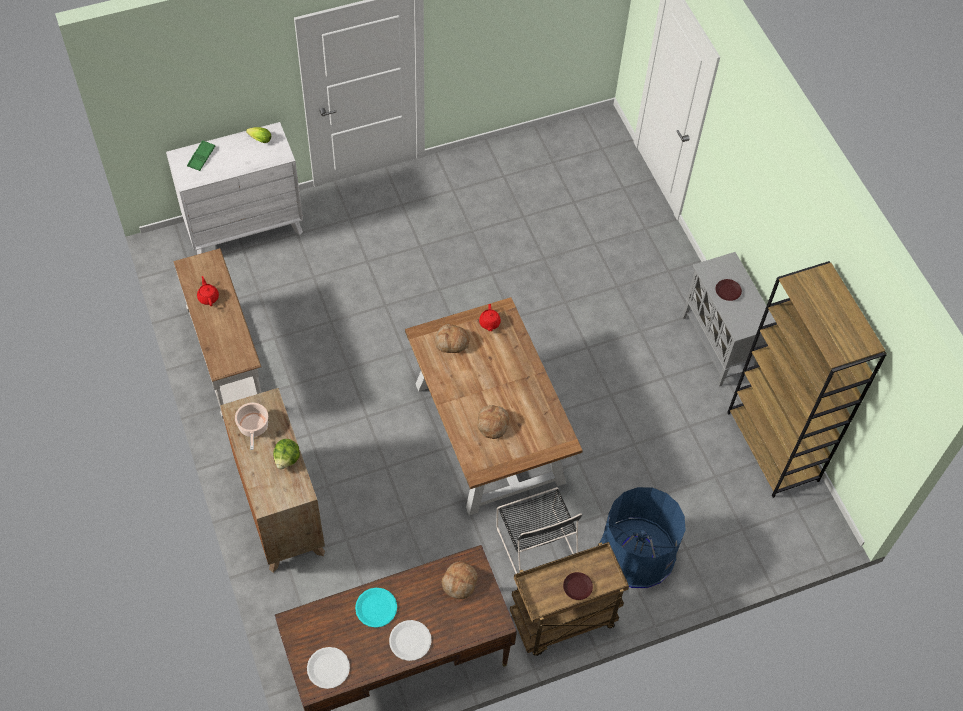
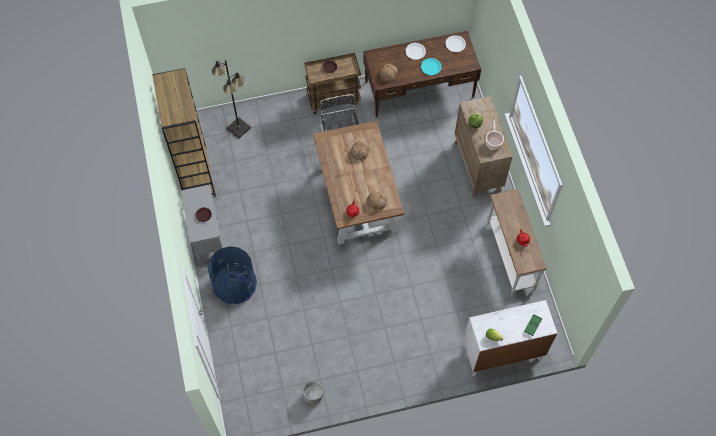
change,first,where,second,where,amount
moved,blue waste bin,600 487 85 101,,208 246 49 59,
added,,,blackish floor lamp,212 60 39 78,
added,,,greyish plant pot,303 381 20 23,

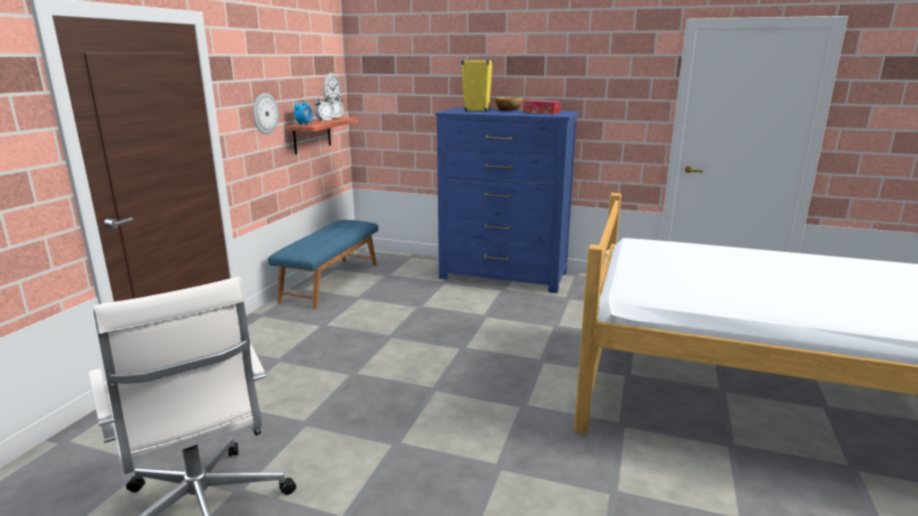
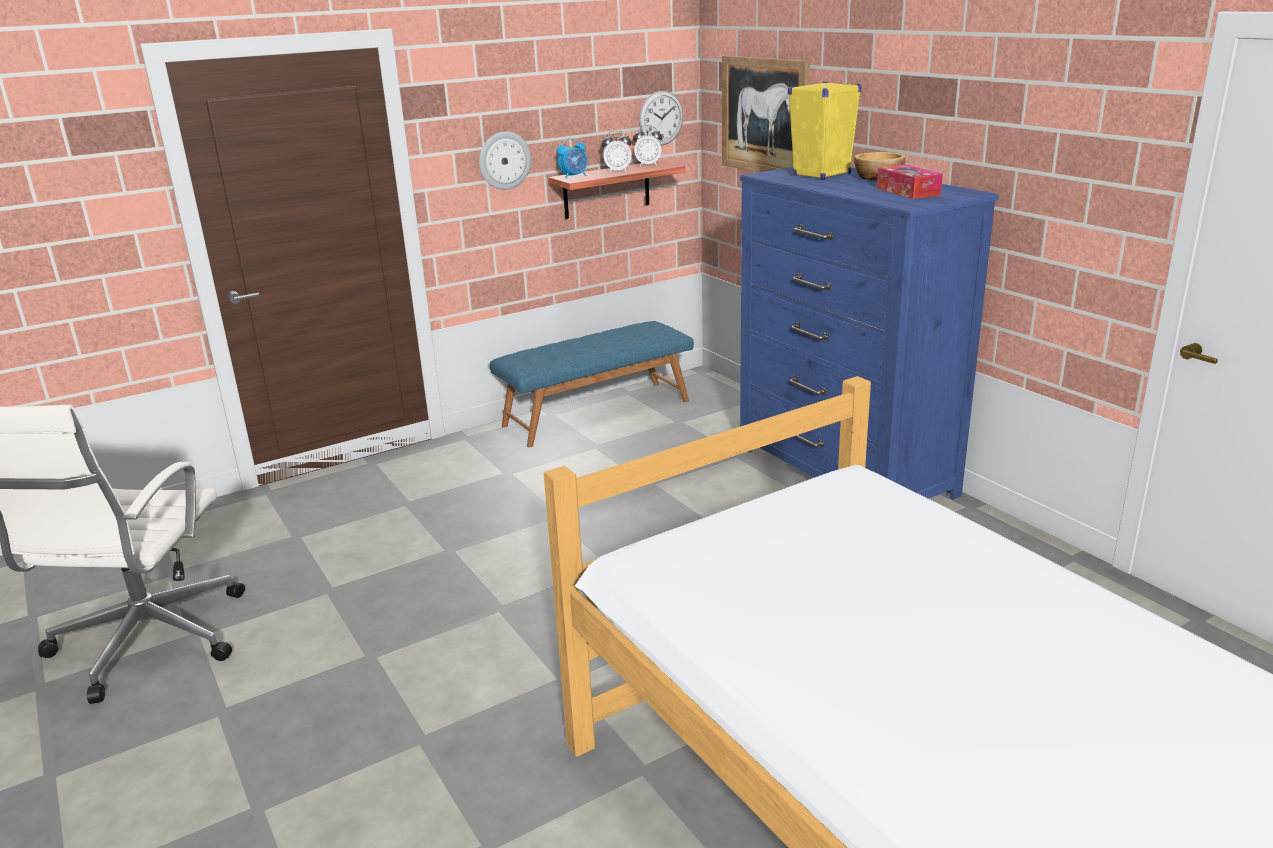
change,first,where,second,where,amount
added,,,picture,722 56 88 117,

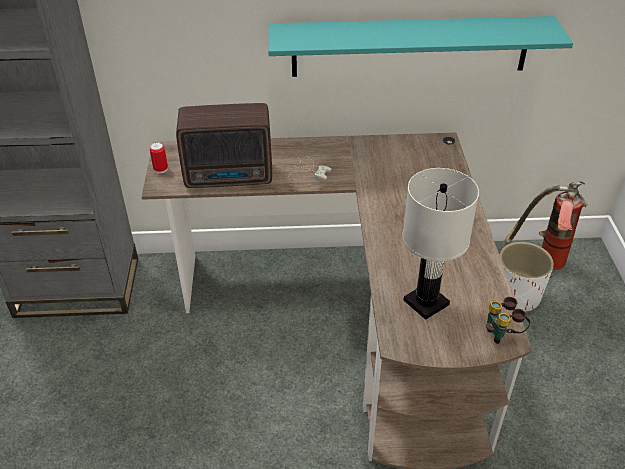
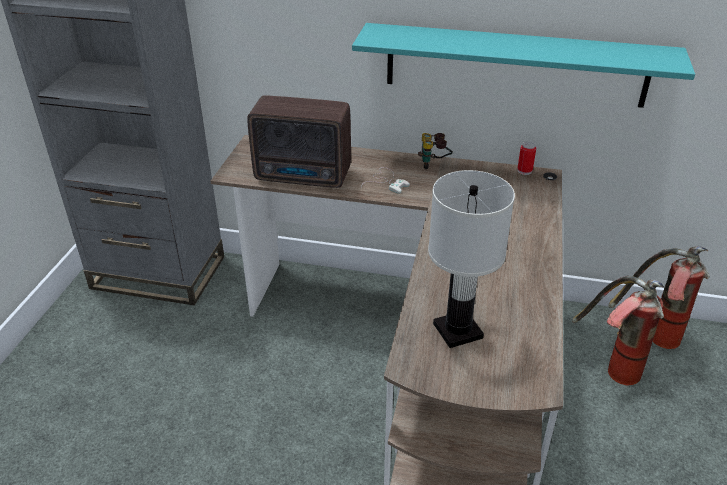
change,first,where,second,where,amount
moved,metal can,150 142 18 31,,517 142 19 33,
moved,field glasses,486 297 44 47,,418 133 35 36,
replaced,whitish plant pot,499 242 55 71,extinguisher,572 276 92 109,

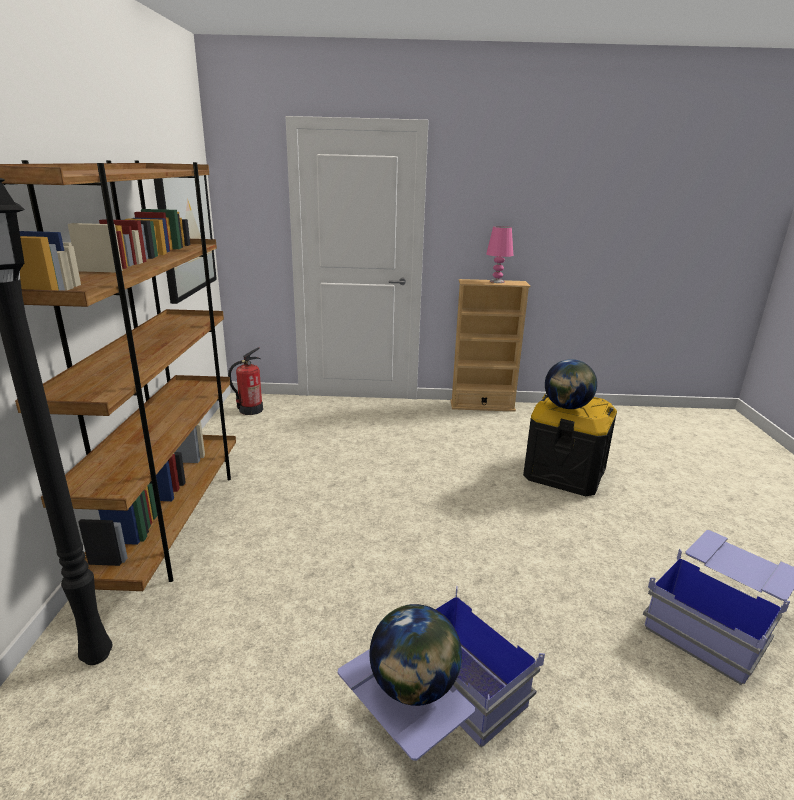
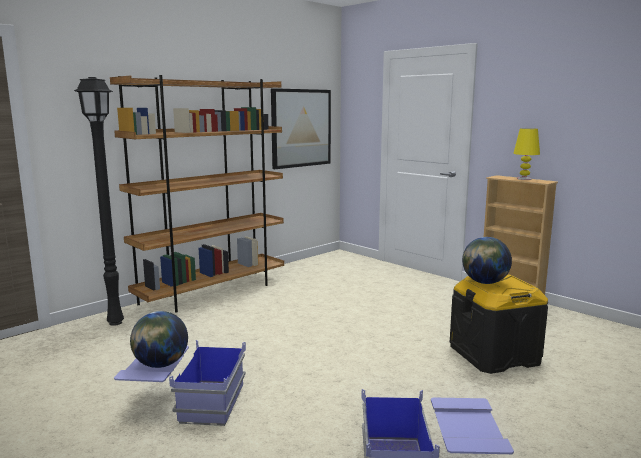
change,first,where,second,where,amount
removed,extinguisher,228 347 35 68,,,
recoloured,pink-coloured table lamp,486 226 27 57,yellow table lamp,513 128 27 52,

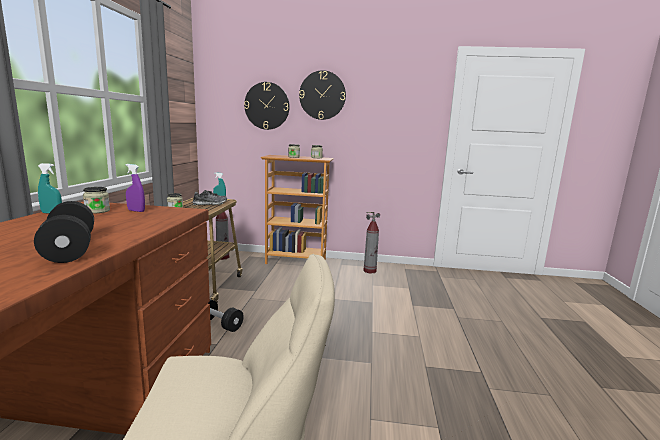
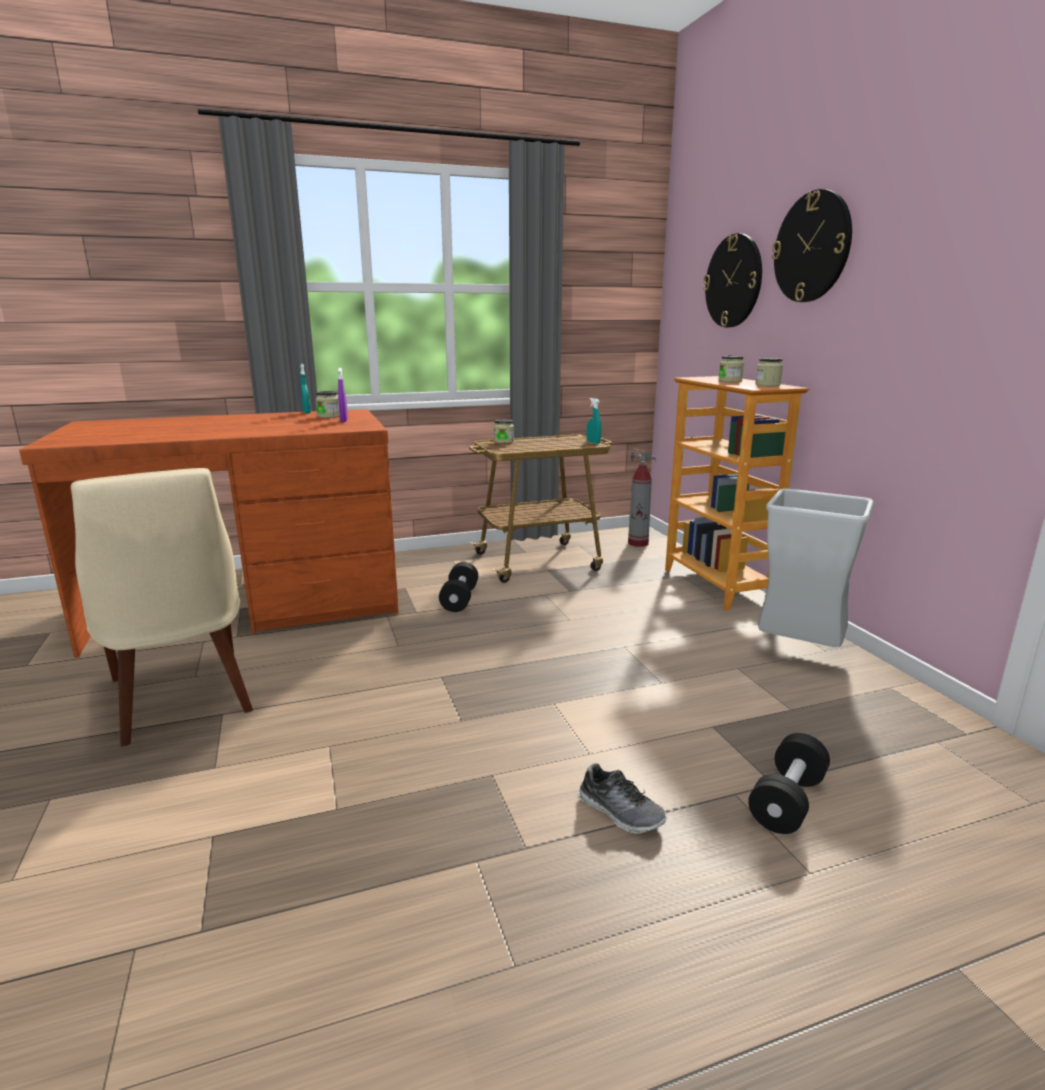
change,first,where,second,where,amount
moved,blackish free weight,34 201 60 62,,748 733 82 101,
moved,low shoe,193 190 34 15,,578 763 89 71,
replaced,extinguisher,363 212 17 61,greyish waste bin,758 489 116 158,

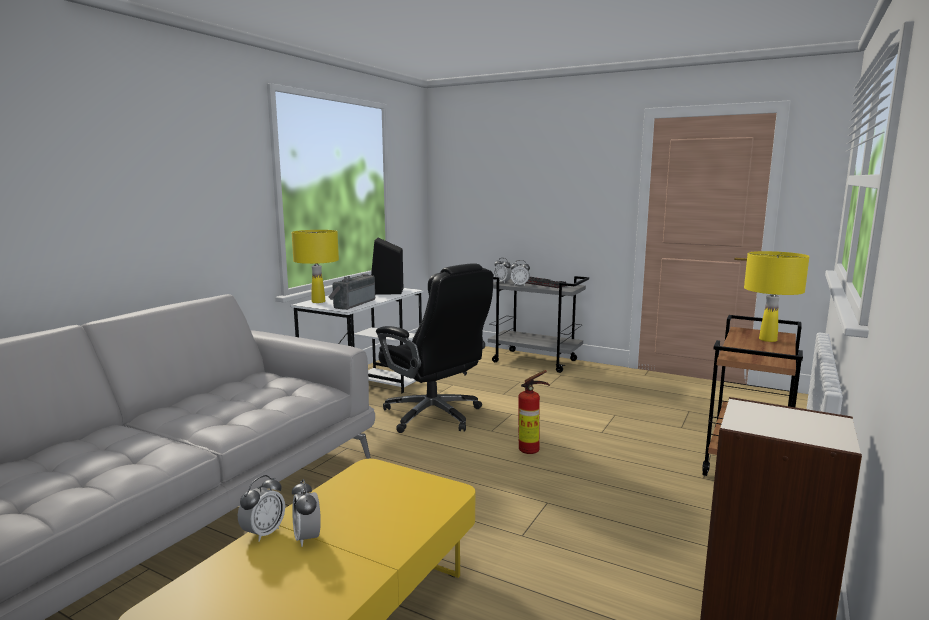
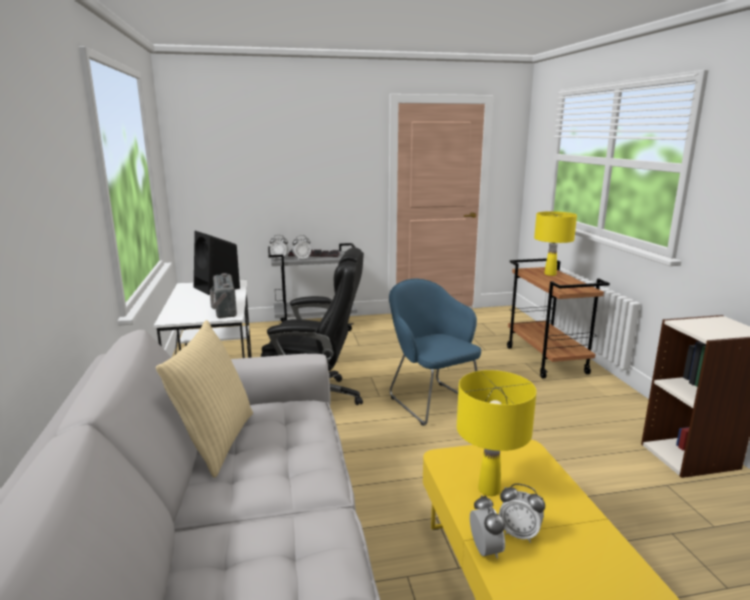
change,first,where,second,where,amount
moved,yellow table lamp,292 230 47 73,,457 370 80 126,
replaced,extinguisher,518 370 32 84,blue easy chair,389 279 92 147,
added,,,beige pillow,156 320 97 158,

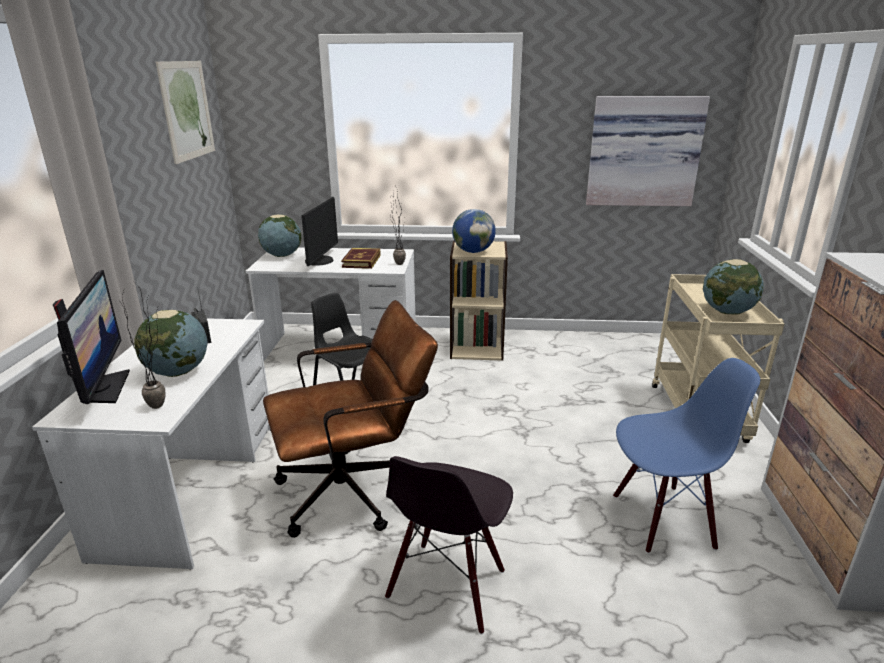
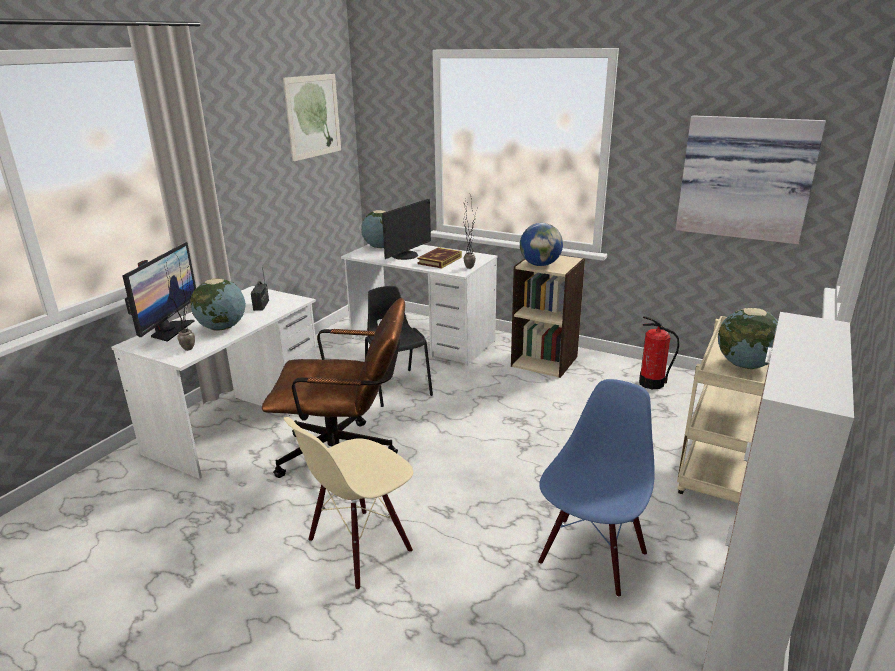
change,first,where,second,where,amount
recoloured,blackish upright chair,385 456 128 179,beige upright chair,284 417 129 173,
turned,blue upright chair,613 358 147 196,,538 379 117 218,75 degrees counterclockwise
added,,,extinguisher,639 316 40 73,

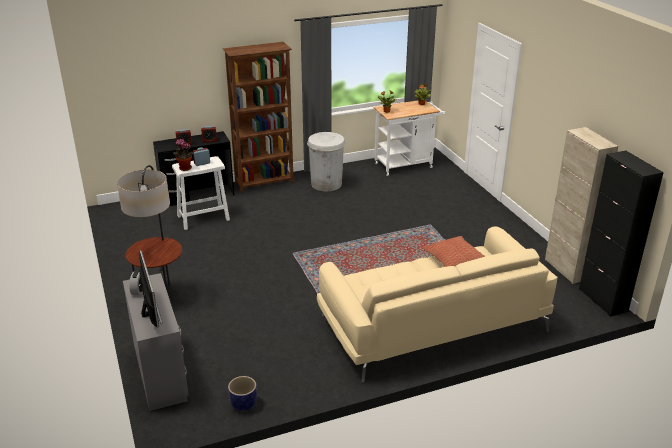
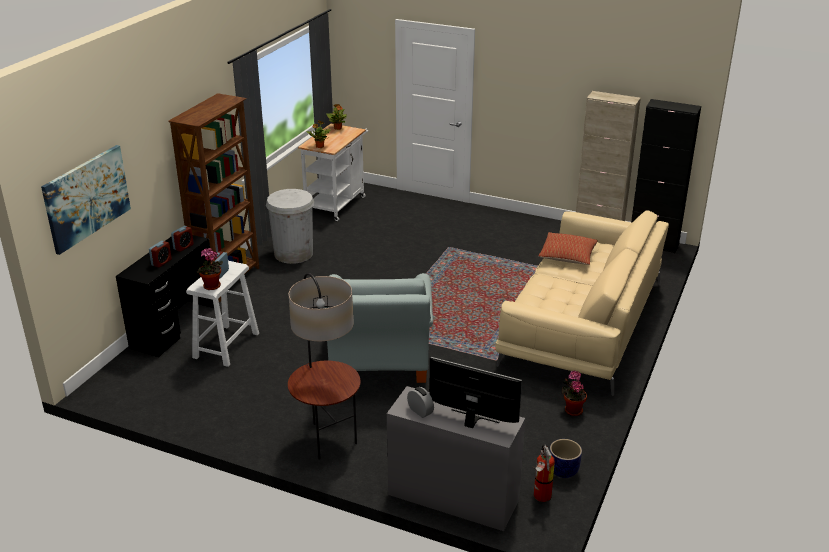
change,first,where,second,where,amount
added,,,picture,41 145 90 110,
added,,,greyish easy chair,323 273 110 110,
added,,,extinguisher,532 444 23 58,
added,,,houseplant,562 371 25 45,

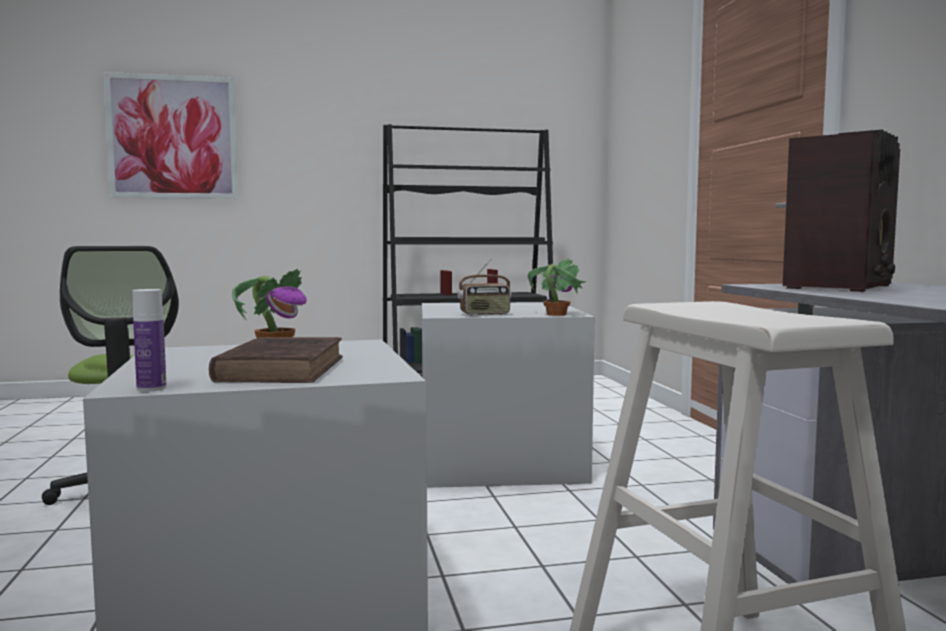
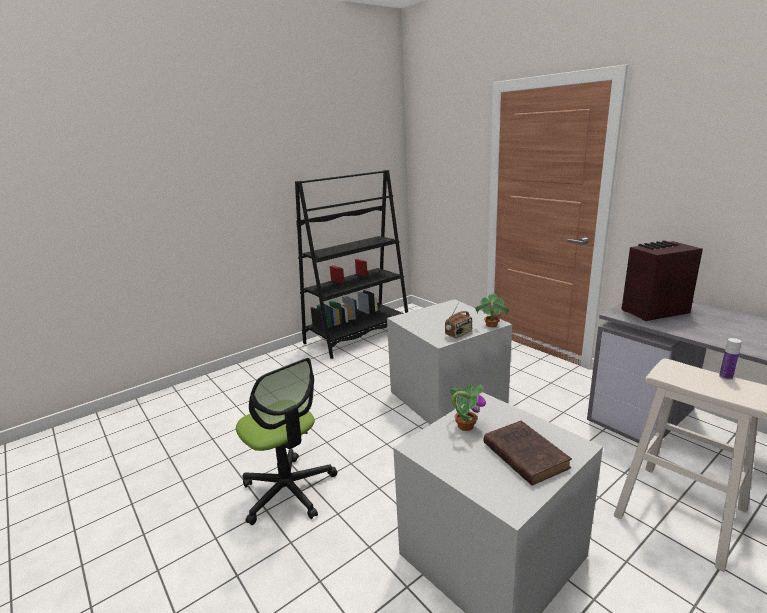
change,first,where,second,where,amount
removed,picture,103 72 135 127,,,
moved,bottle,133 289 34 103,,719 338 23 42,
turned,radio receiver,783 129 117 163,,622 241 81 80,120 degrees counterclockwise

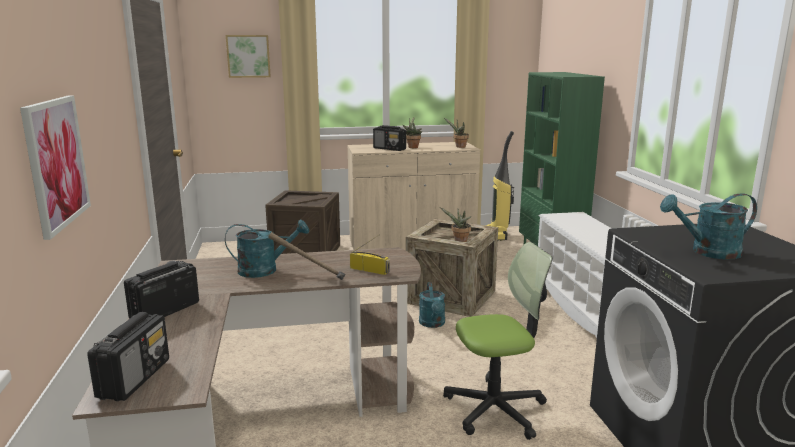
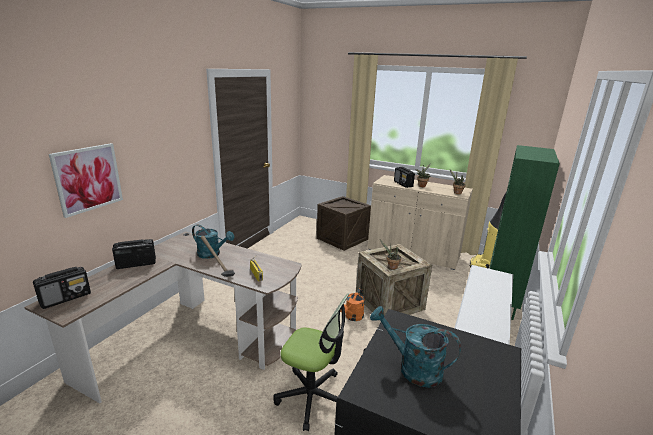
change,first,where,second,where,amount
removed,picture,226 35 45 43,,,
recoloured,blue-green watering can,419 282 26 46,orange watering can,340 288 25 33,

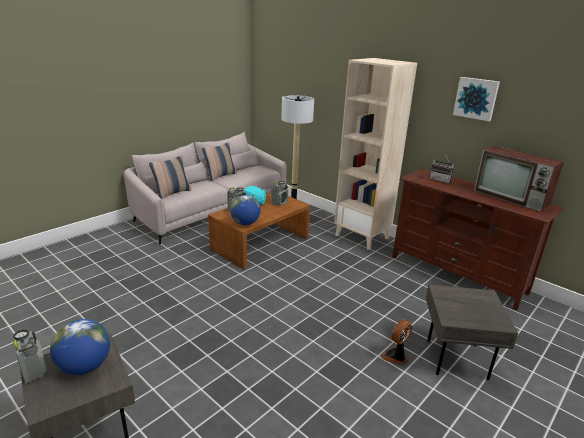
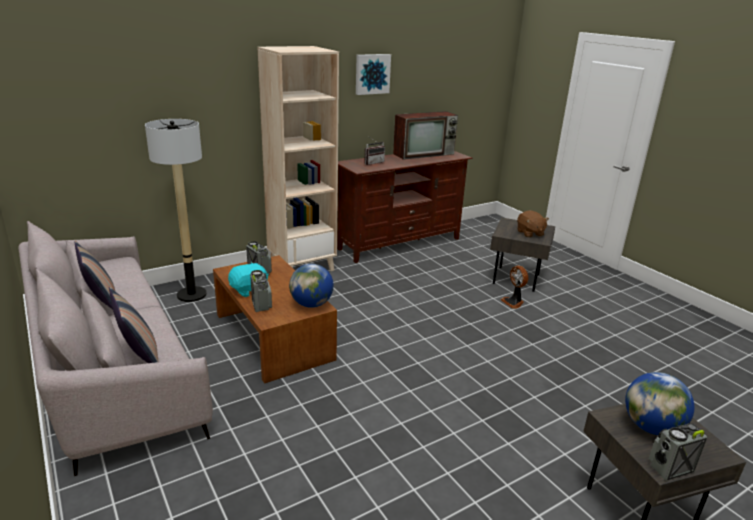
change,first,where,second,where,amount
added,,,brown soft toy,517 210 32 28,

